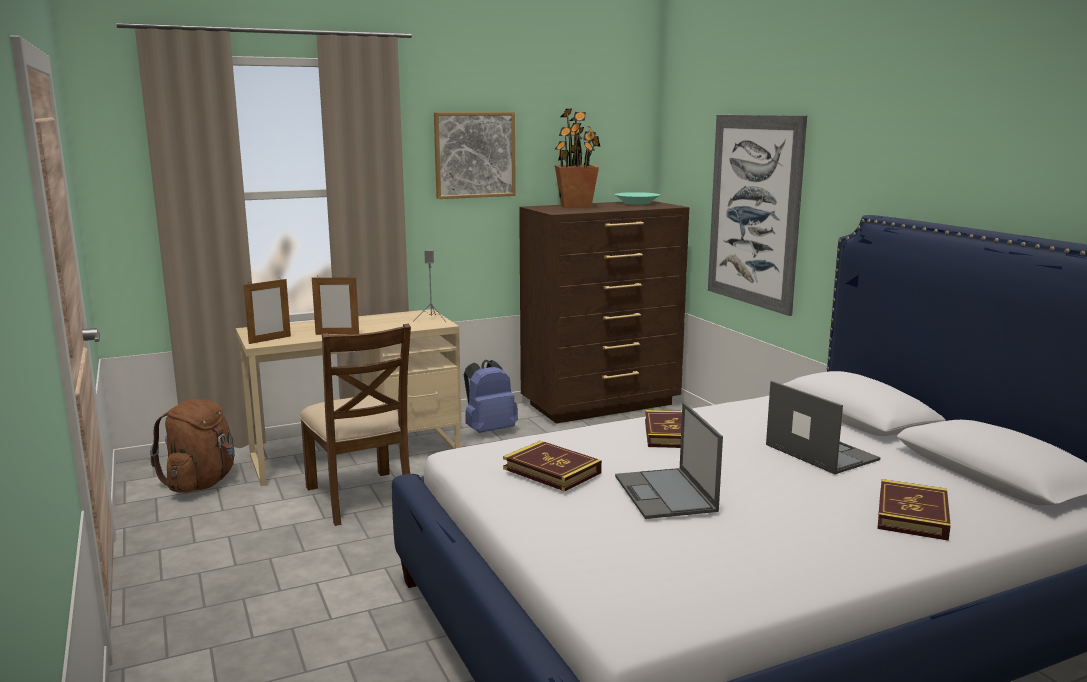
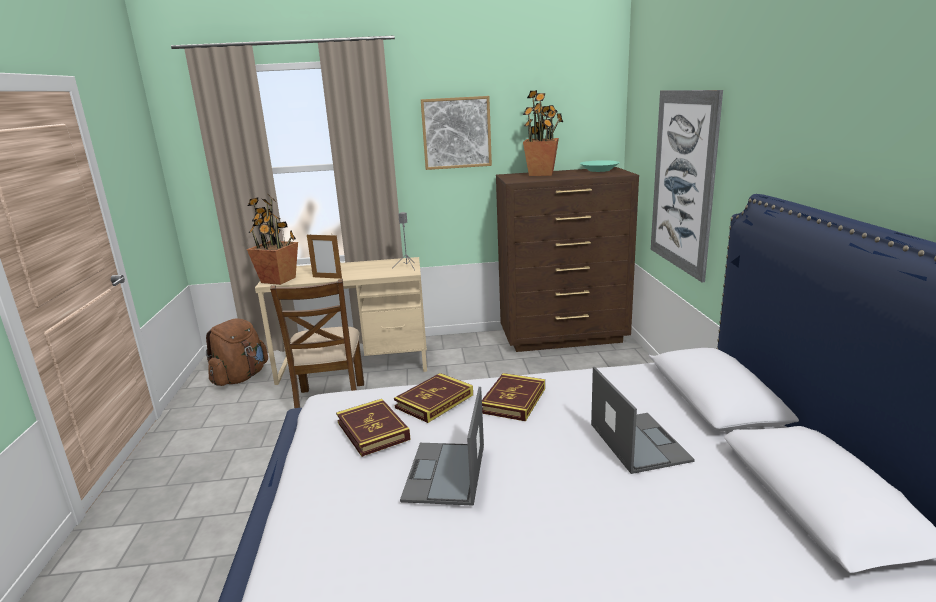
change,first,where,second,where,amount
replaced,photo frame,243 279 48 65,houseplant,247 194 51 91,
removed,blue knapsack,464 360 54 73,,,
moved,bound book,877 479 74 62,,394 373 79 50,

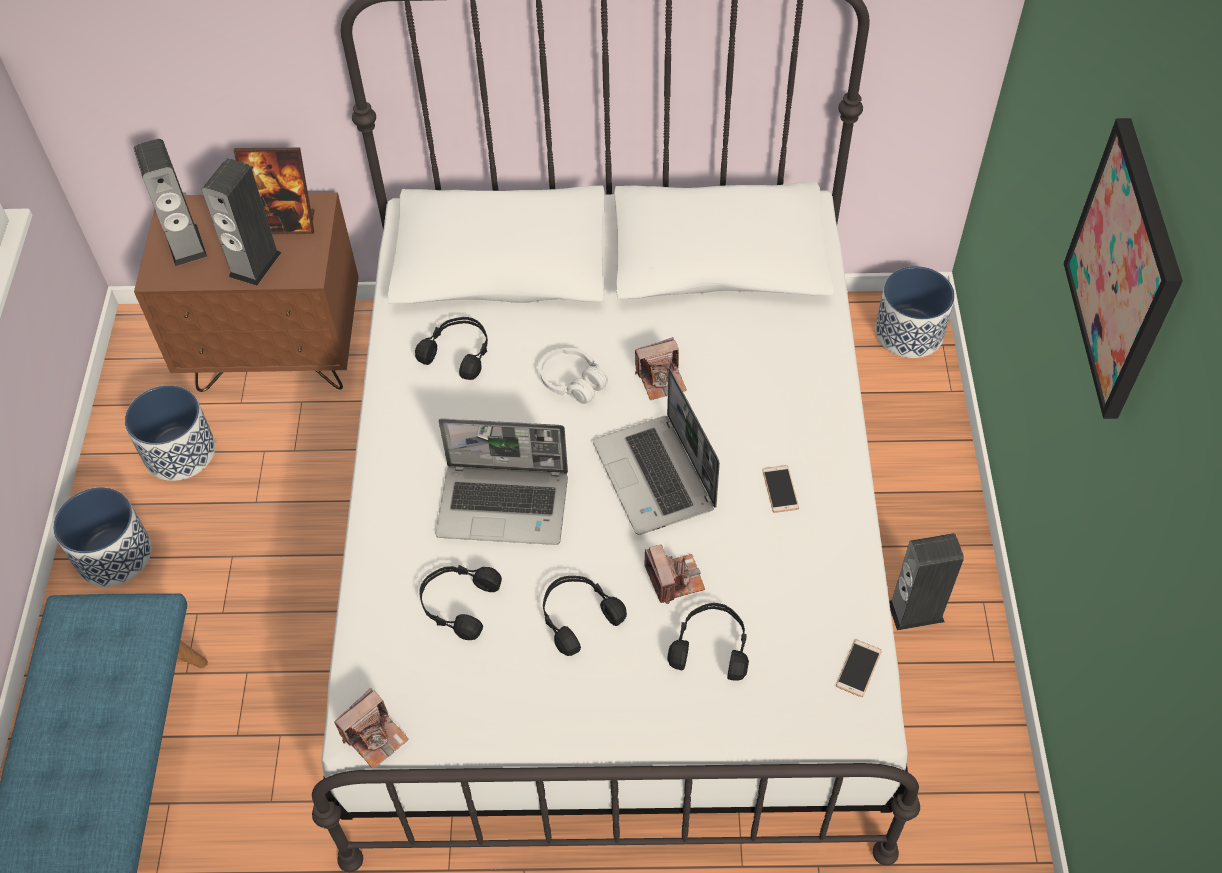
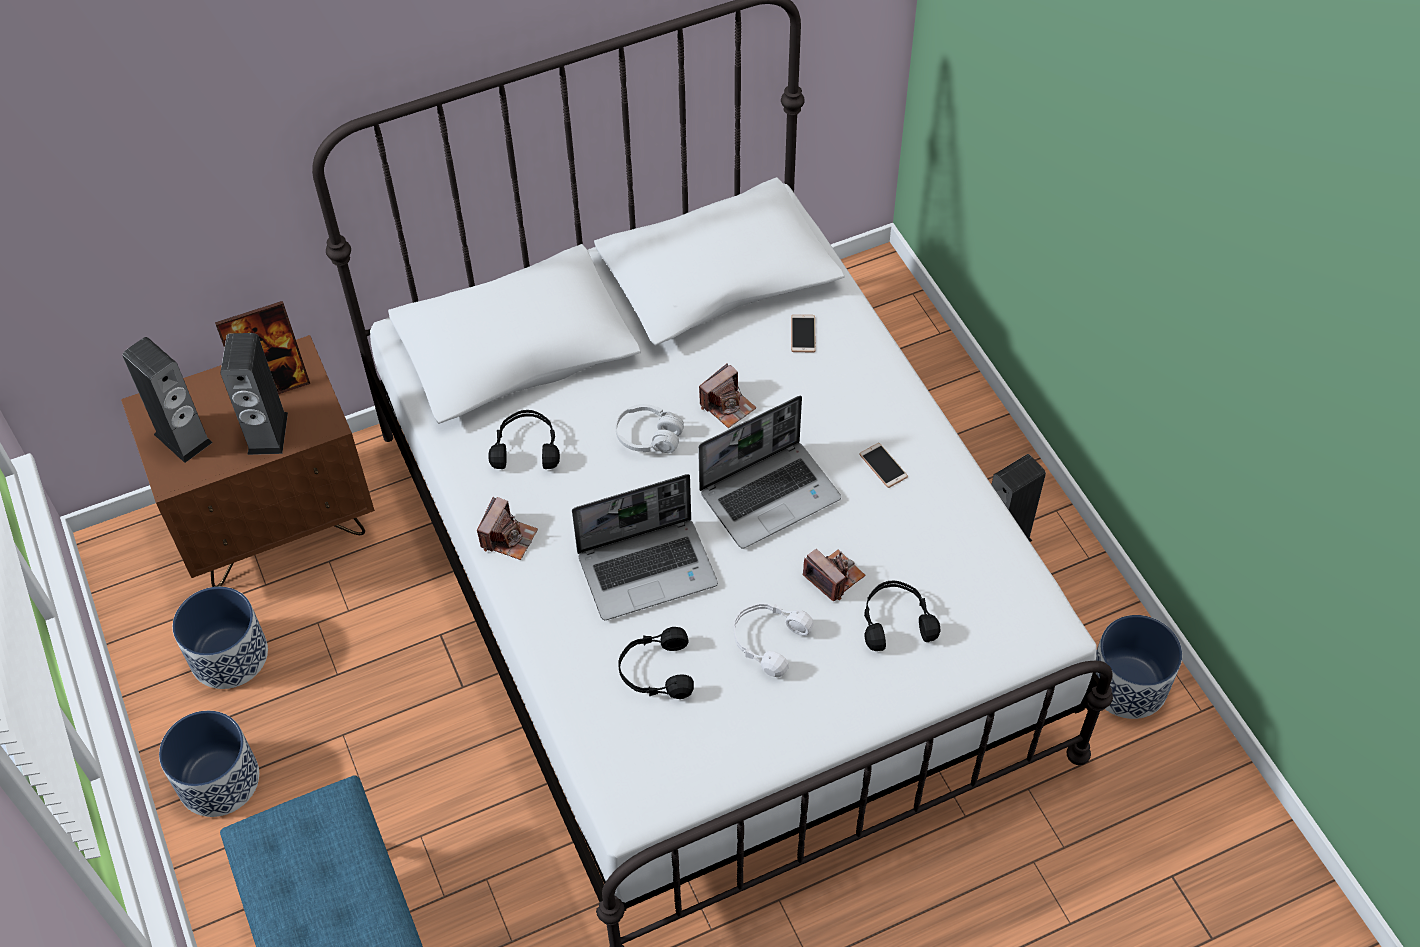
change,first,where,second,where,amount
moved,photo camera,334 688 75 81,,477 496 61 64,
recoloured,blackish headphones,543 576 84 80,whitish headphones,734 603 79 74,
turned,notebook computer,593 368 127 167,,698 395 143 154,75 degrees counterclockwise
moved,telephone,836 639 46 58,,791 315 25 37,
moved,plant pot,875 266 80 92,,1095 615 87 104,
removed,picture,1064 118 119 301,,,

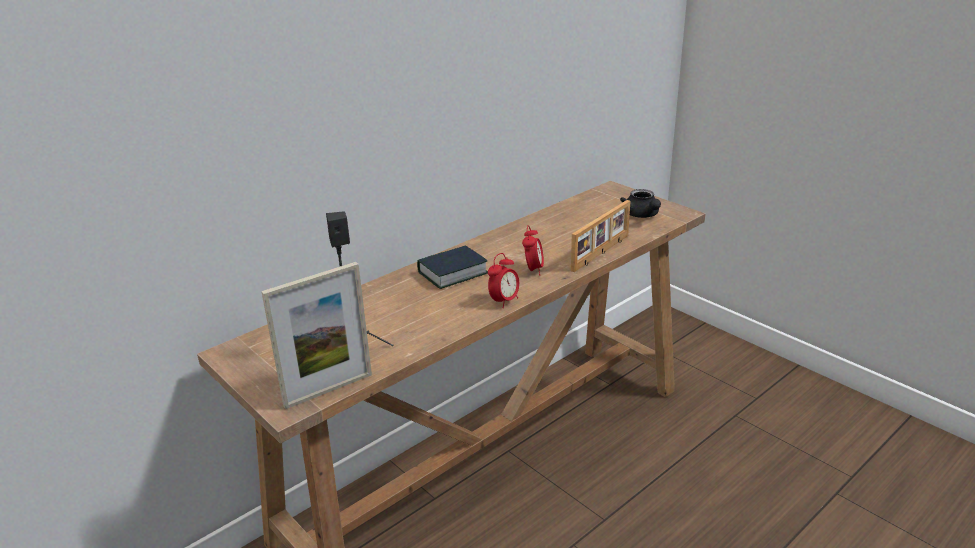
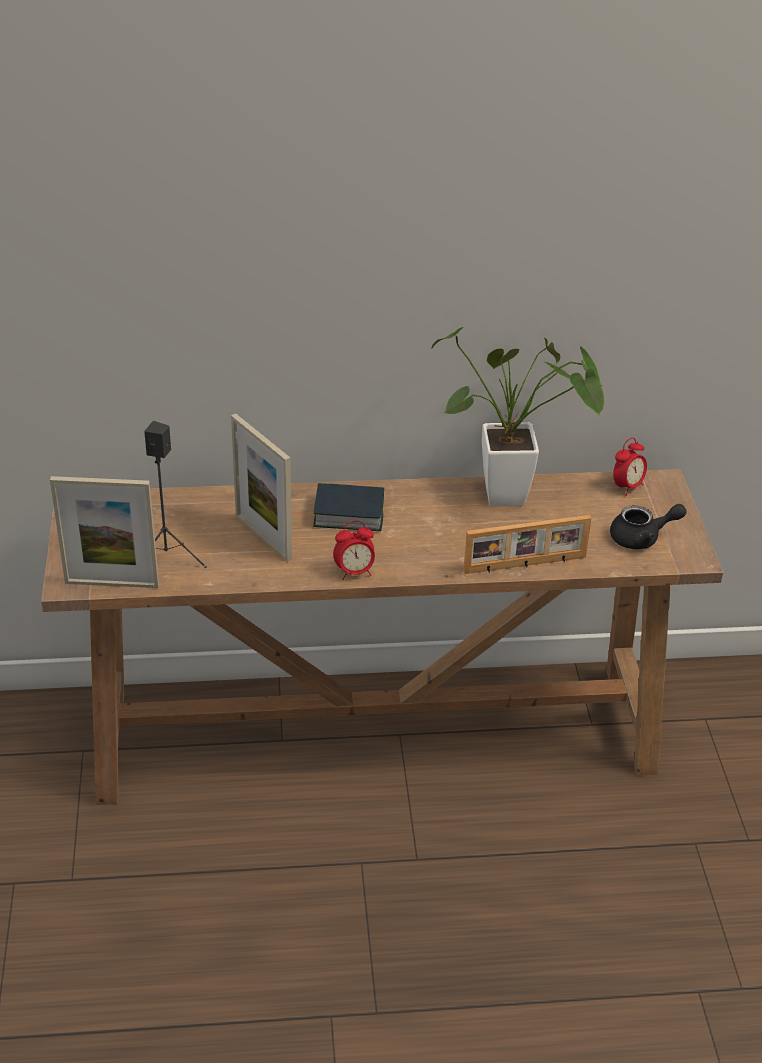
change,first,where,second,where,amount
moved,alarm clock,522 225 22 50,,613 438 34 58,
turned,blackish tea pot,620 189 41 29,,610 504 77 45,120 degrees counterclockwise
added,,,photo frame,231 414 61 148,
added,,,houseplant,431 327 173 180,

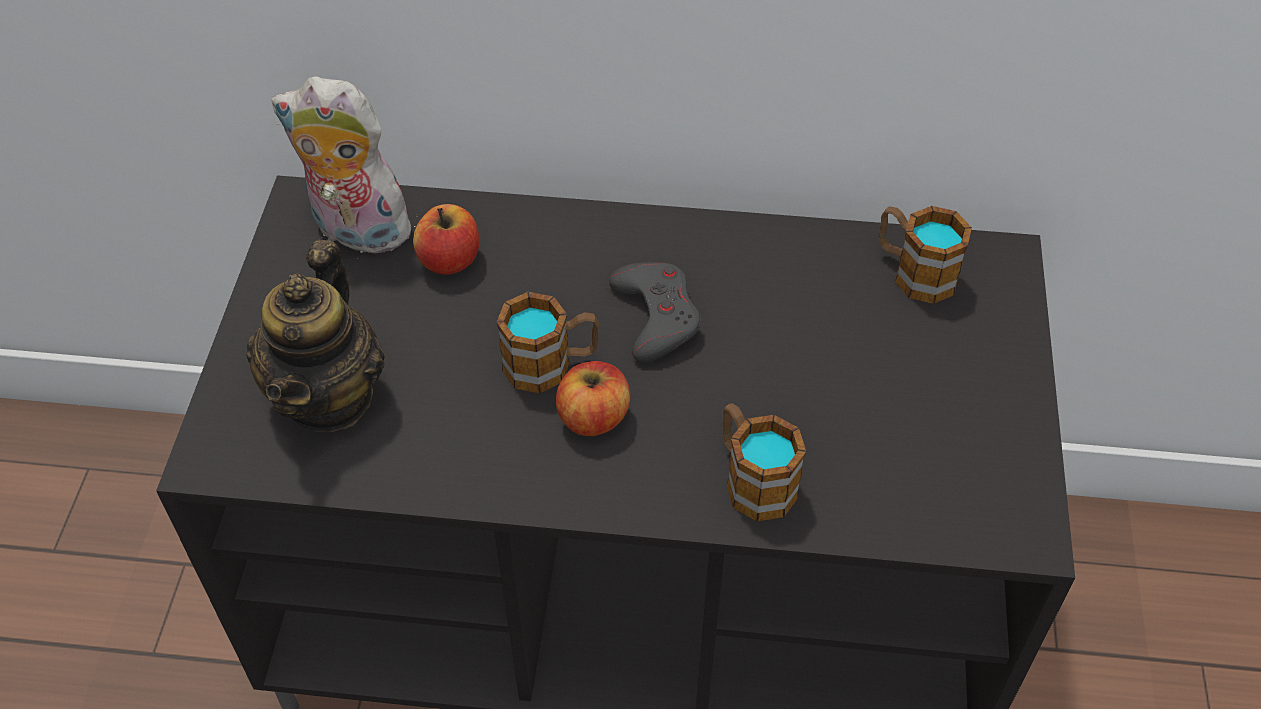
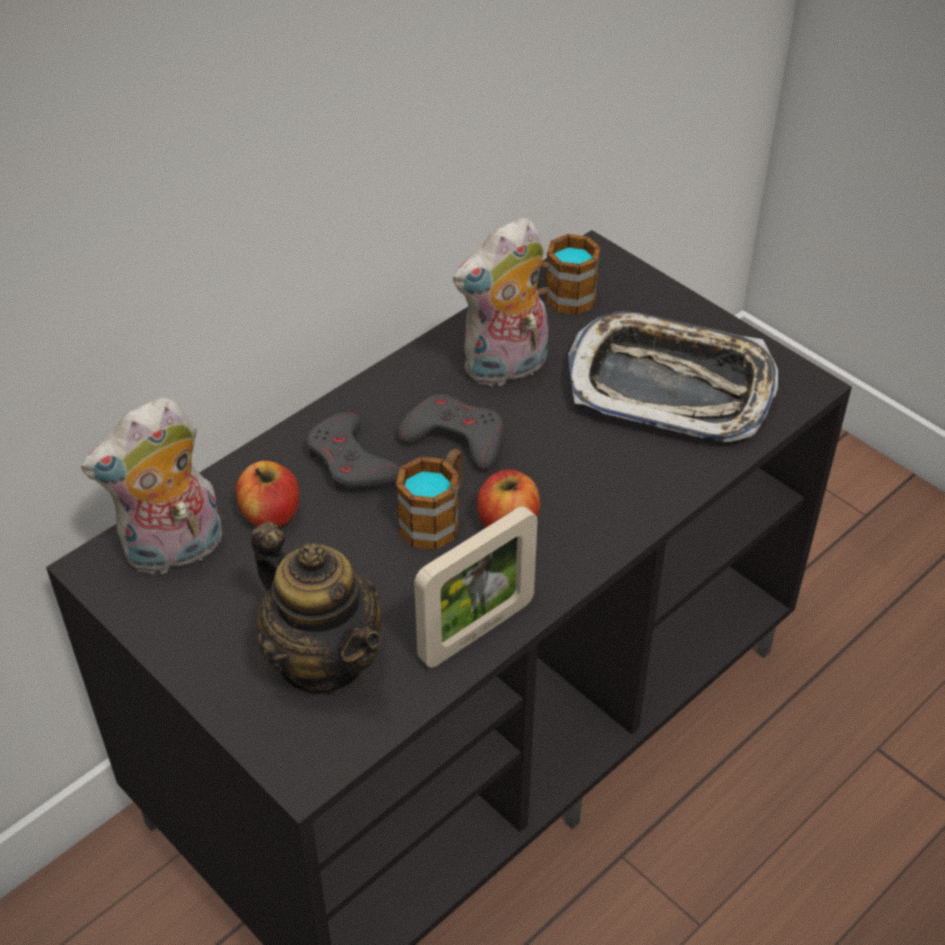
change,first,where,second,where,amount
removed,mug,722 403 84 118,,,
added,,,greyish joypad,307 412 93 80,
added,,,photo frame,414 506 124 162,
added,,,soft toy,453 217 95 171,
added,,,serving tray,568 312 210 130,

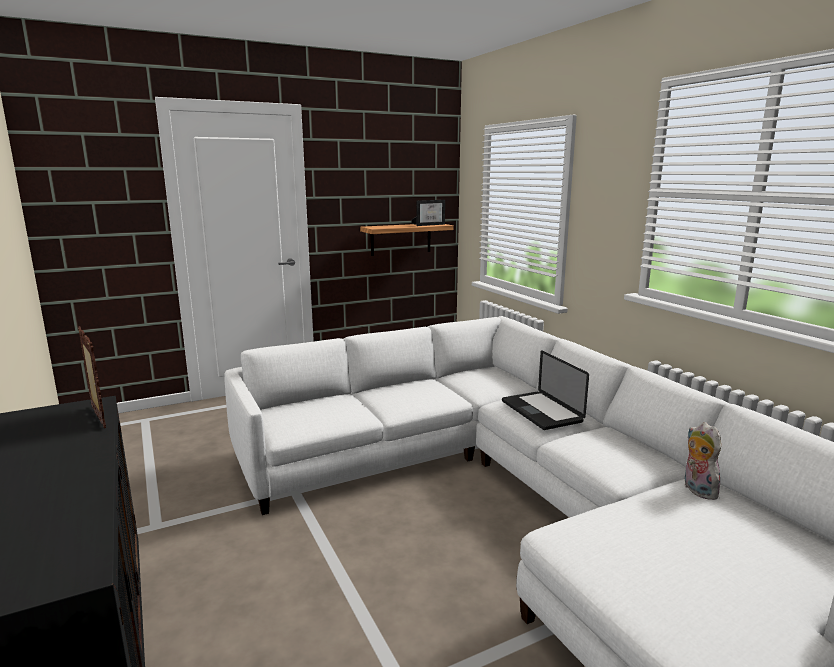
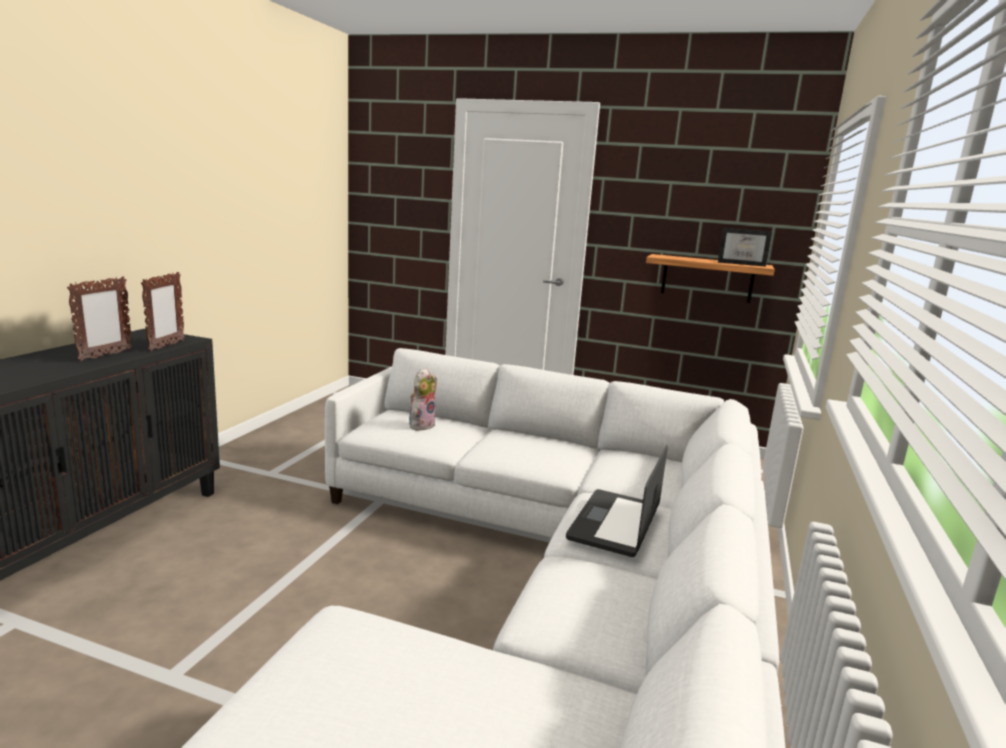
change,first,where,second,where,amount
moved,soft toy,685 422 36 78,,409 368 28 63,
added,,,photo frame,67 276 66 85,

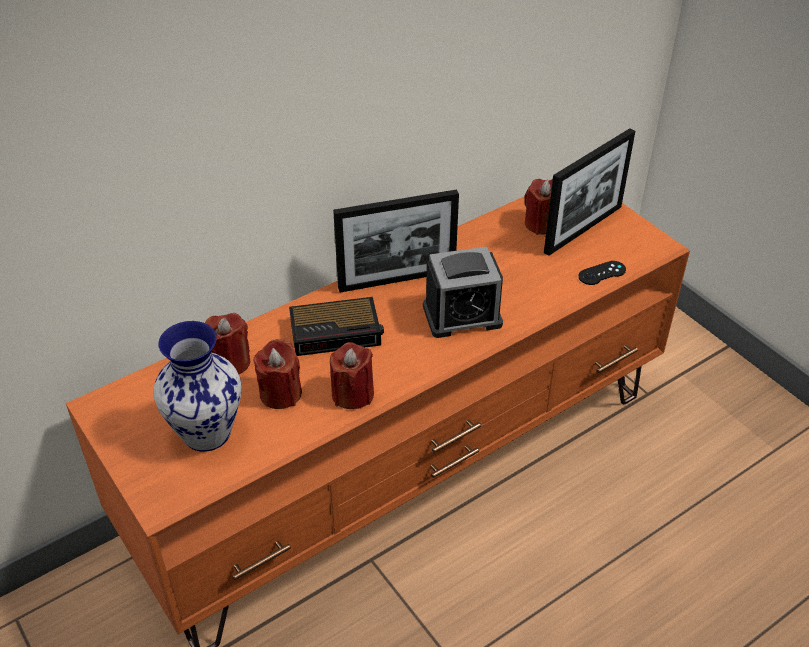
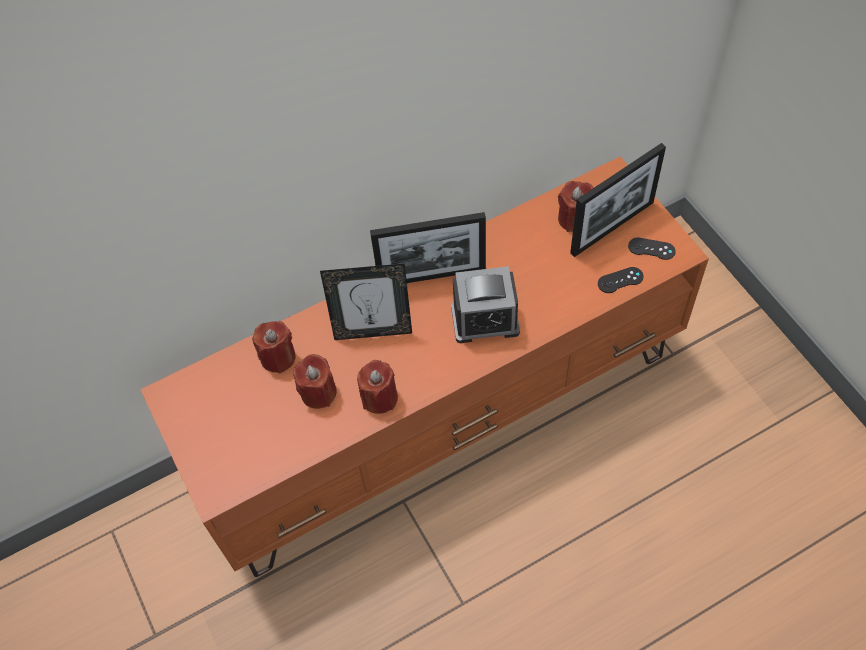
change,first,where,second,where,amount
removed,flower vase,154 321 87 131,,,
replaced,alarm clock,289 297 95 59,photo frame,320 263 92 77,
added,,,blackish joypad,628 237 48 23,

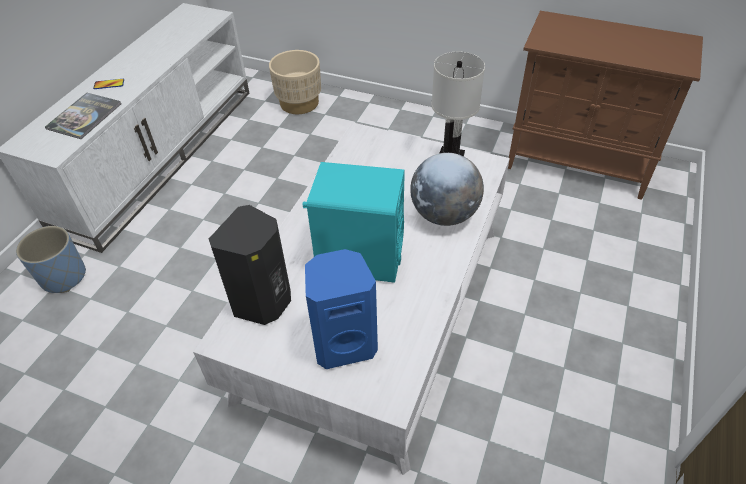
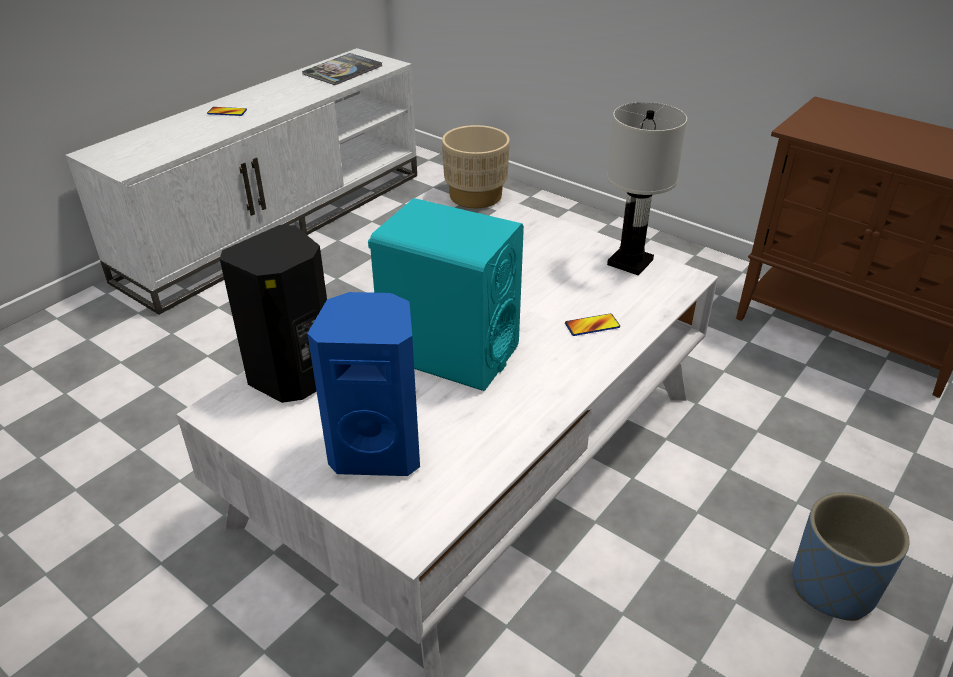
change,first,where,second,where,amount
moved,blue plant pot,16 226 70 67,,792 492 118 129,
moved,bound book,45 93 76 46,,302 53 80 32,
replaced,world globe,410 153 74 73,telephone,565 314 55 22,

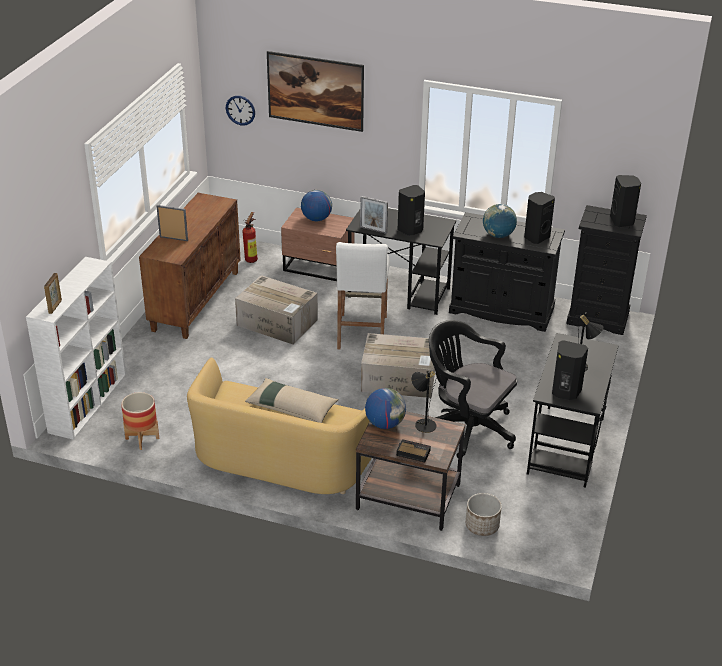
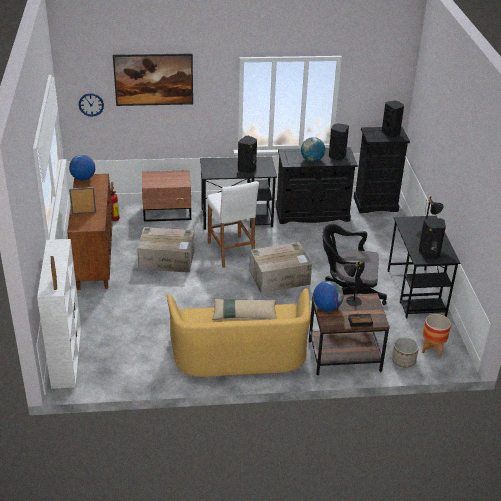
change,first,where,second,where,amount
moved,plant pot,121 392 38 58,,422 314 29 43,
moved,world globe,301 190 31 31,,69 155 26 26,
removed,photo frame,360 196 28 38,,,

